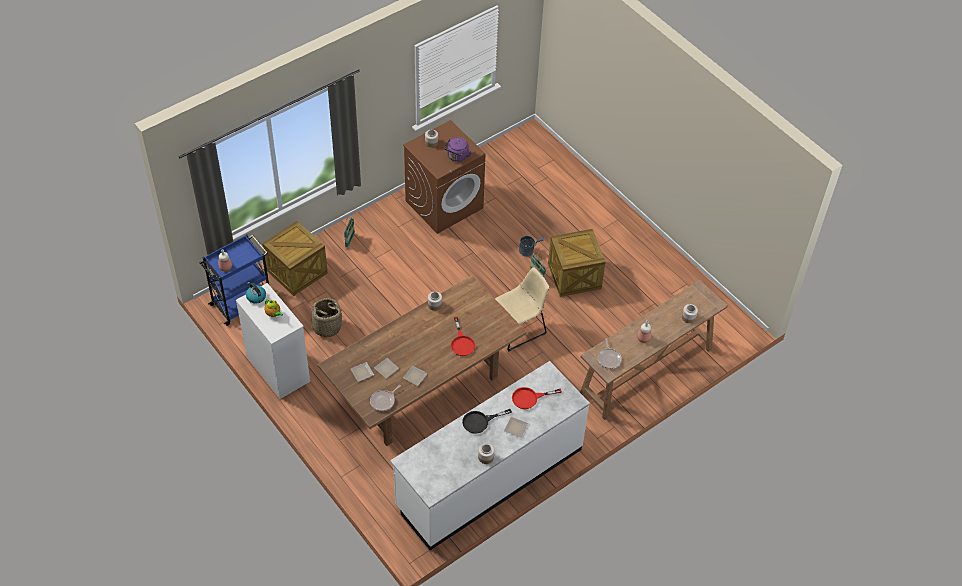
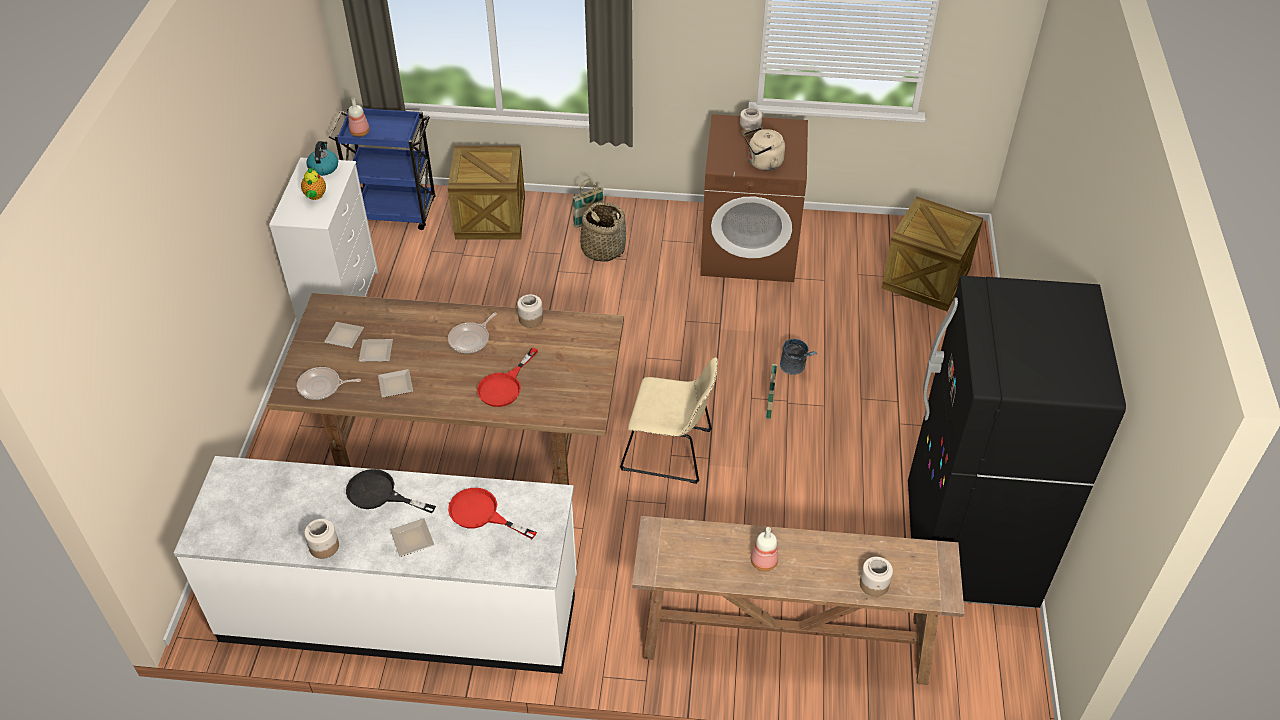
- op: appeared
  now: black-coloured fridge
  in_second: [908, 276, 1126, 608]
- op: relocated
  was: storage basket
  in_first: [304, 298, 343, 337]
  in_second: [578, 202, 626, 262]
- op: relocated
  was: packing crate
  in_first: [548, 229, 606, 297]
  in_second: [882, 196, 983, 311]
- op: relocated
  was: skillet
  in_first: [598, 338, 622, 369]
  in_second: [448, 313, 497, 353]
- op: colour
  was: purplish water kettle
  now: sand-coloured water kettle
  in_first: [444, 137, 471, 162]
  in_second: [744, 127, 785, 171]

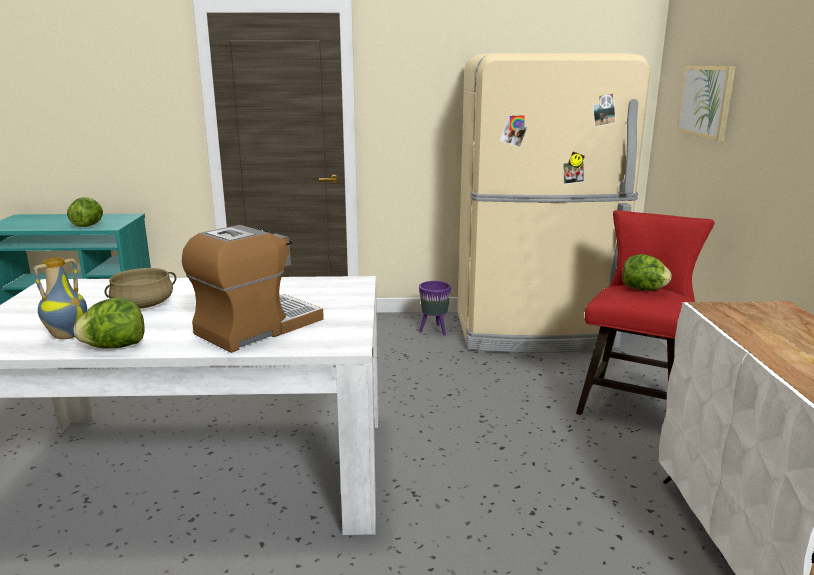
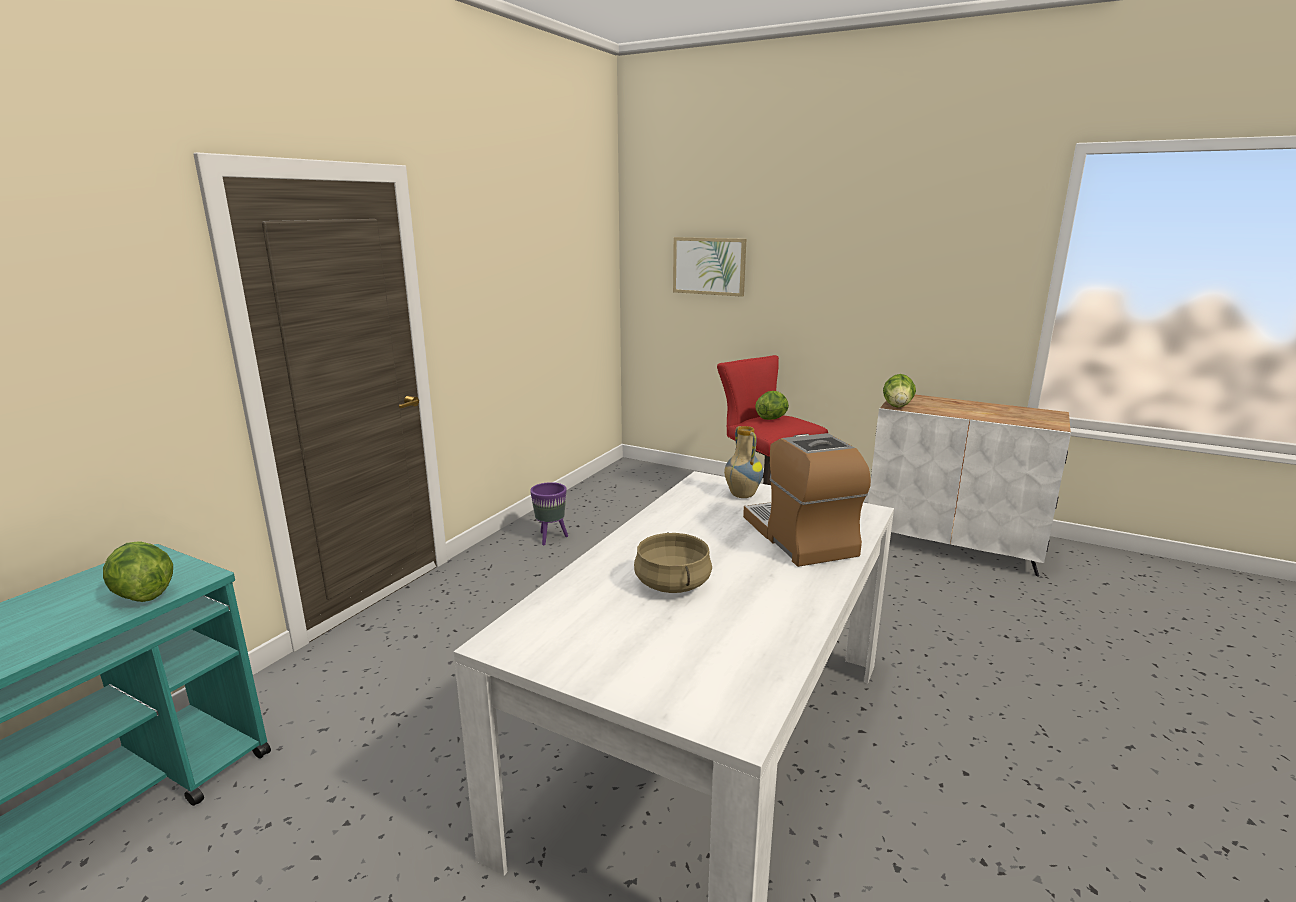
- op: missing
  was: sand-coloured fridge
  in_first: [458, 53, 650, 353]
- op: relocated
  was: decorative vase
  in_first: [33, 258, 87, 339]
  in_second: [724, 426, 763, 498]
- op: relocated
  was: head of lettuce
  in_first: [74, 298, 144, 348]
  in_second: [883, 374, 916, 408]

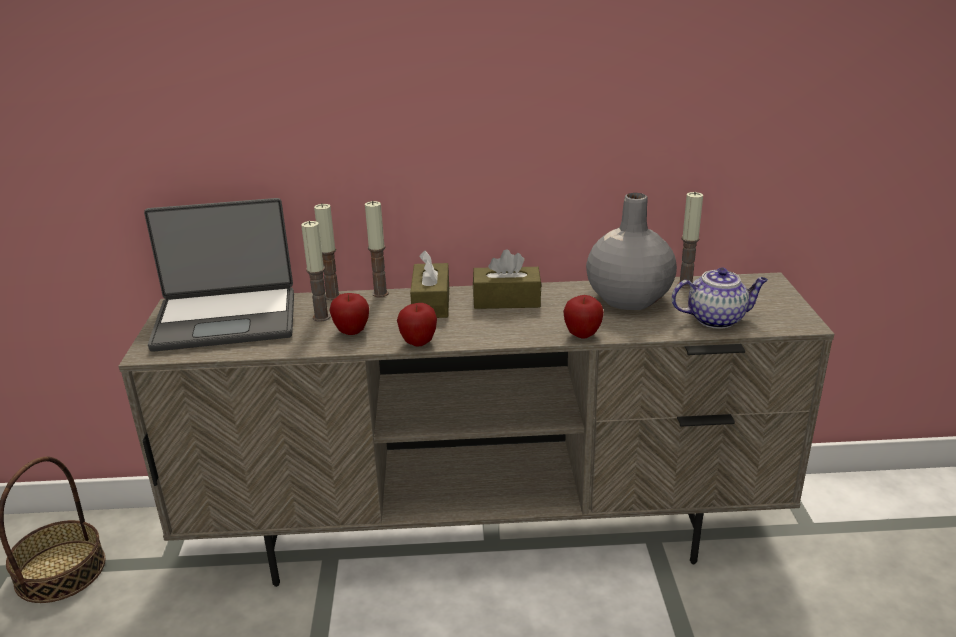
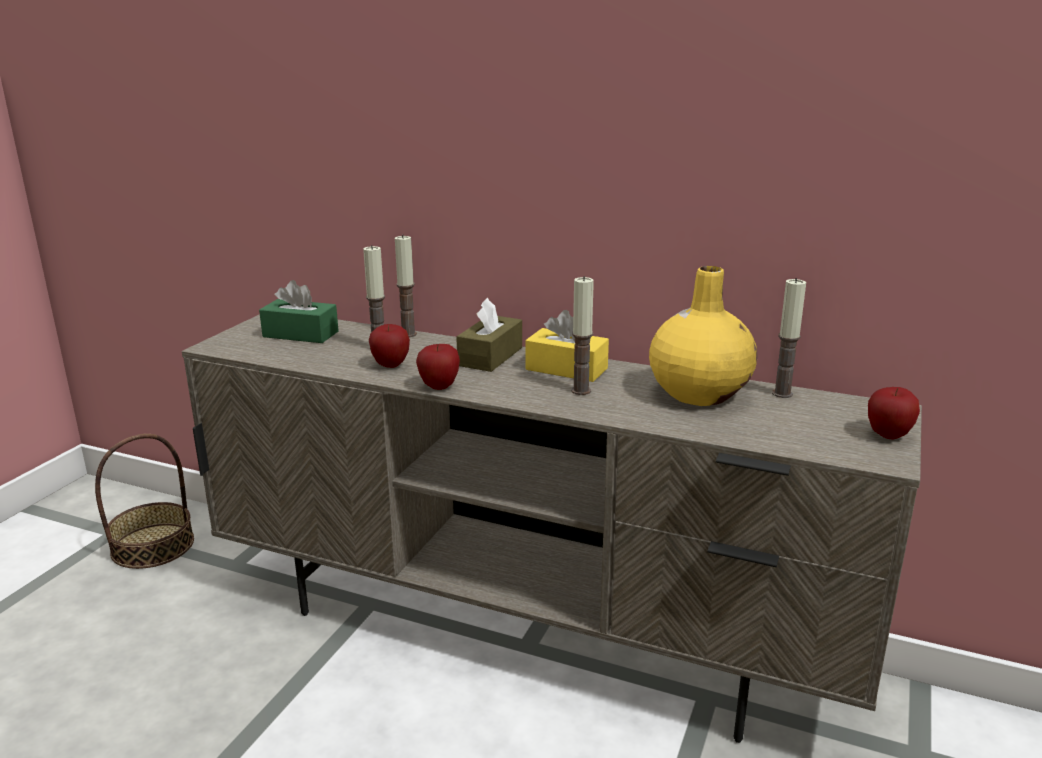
- op: missing
  was: teapot
  in_first: [671, 267, 768, 329]
- op: relocated
  was: wax light
  in_first: [365, 201, 389, 297]
  in_second: [571, 276, 594, 395]
- op: relocated
  was: apple fruit
  in_first: [563, 295, 604, 339]
  in_second: [868, 387, 920, 439]
- op: exchanged
  was: notebook computer
  now: green-coloured tissue holder
  in_first: [144, 198, 294, 352]
  in_second: [259, 280, 339, 343]
- op: colour
  was: brownish tissue holder
  now: yellowish tissue holder
  in_first: [473, 249, 542, 309]
  in_second: [526, 310, 609, 382]
- op: colour
  was: grey decorative vase
  now: yellowish decorative vase
  in_first: [586, 193, 677, 310]
  in_second: [649, 266, 758, 406]

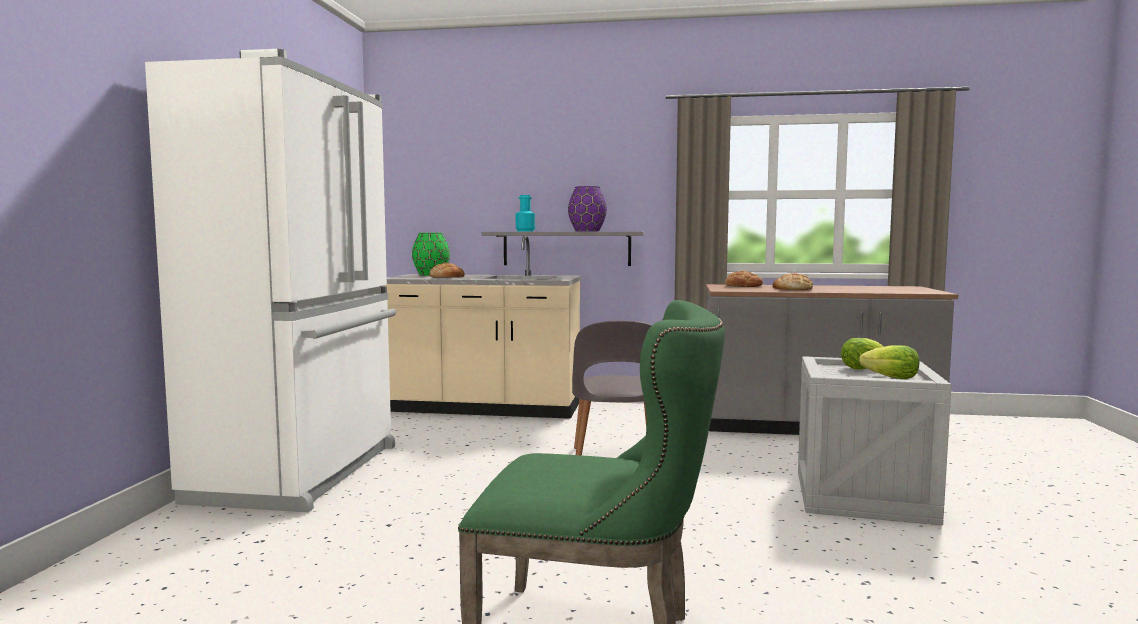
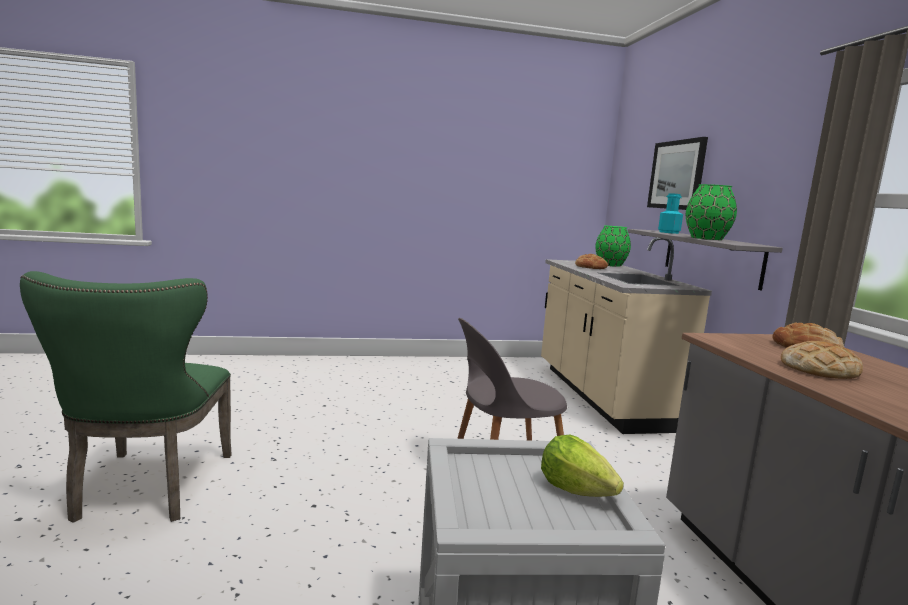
- op: missing
  was: white fridge
  in_first: [145, 49, 396, 512]
- op: missing
  was: head of lettuce
  in_first: [859, 345, 919, 379]
- op: appeared
  now: picture
  in_second: [647, 137, 708, 210]
- op: colour
  was: purplish decorative vase
  now: green-coloured decorative vase
  in_first: [568, 186, 607, 231]
  in_second: [686, 184, 737, 240]

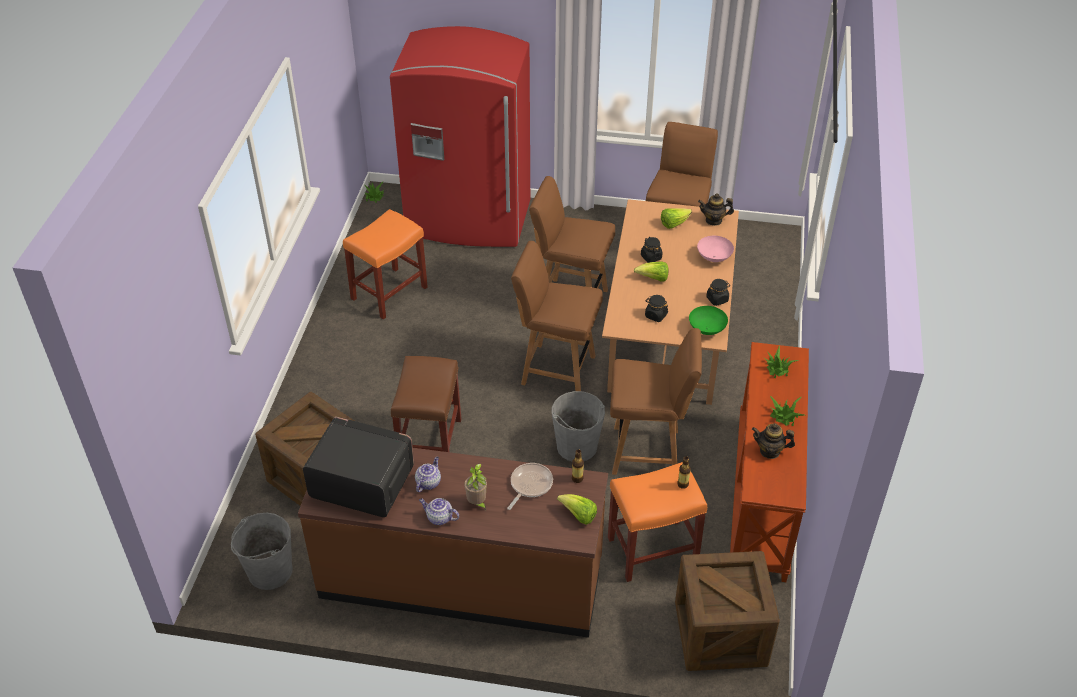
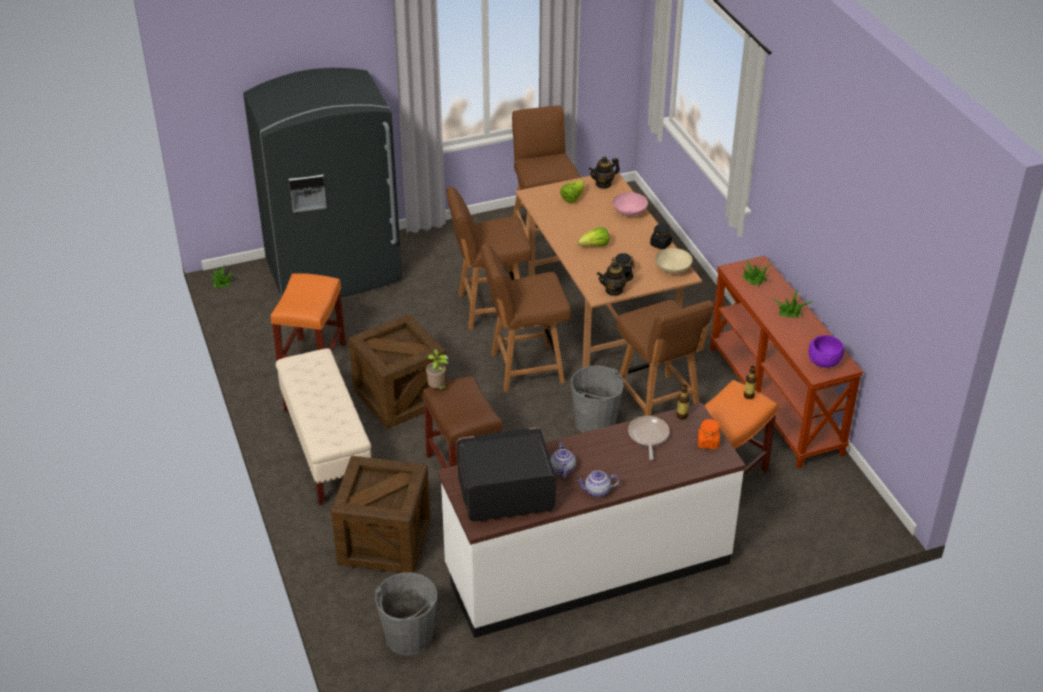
- op: missing
  was: black-coloured jar
  in_first: [641, 237, 663, 263]
- op: appeared
  now: sand-coloured long seat
  in_second: [276, 348, 371, 505]
- op: appeared
  now: purplish deep dish
  in_second: [808, 335, 844, 368]
- op: relocated
  was: potted plant
  in_first: [464, 464, 487, 511]
  in_second: [426, 349, 448, 390]
- op: relocated
  was: packing crate
  in_first: [675, 551, 780, 671]
  in_second: [349, 314, 447, 429]
- op: relocated
  was: teapot
  in_first: [752, 423, 795, 459]
  in_second: [597, 262, 633, 296]
- op: exchanged
  was: head of lettuce
  now: orangey jar
  in_first: [557, 494, 597, 525]
  in_second: [698, 418, 720, 449]
- op: colour
  was: brownish kitchen base unit
  now: white kitchen base unit
  in_first: [298, 448, 608, 638]
  in_second: [438, 402, 746, 638]
- op: colour
  was: red-coloured fridge
  now: grey fridge
  in_first: [390, 26, 530, 247]
  in_second: [243, 68, 402, 297]
- op: colour
  was: green-coloured deep dish
  now: sand-coloured deep dish
  in_first: [689, 306, 728, 335]
  in_second: [655, 248, 693, 274]
- op: spun
  was: brownish upright chair
  in_first: [610, 328, 702, 475]
  in_second: [616, 300, 714, 416]
  clockwise: 90

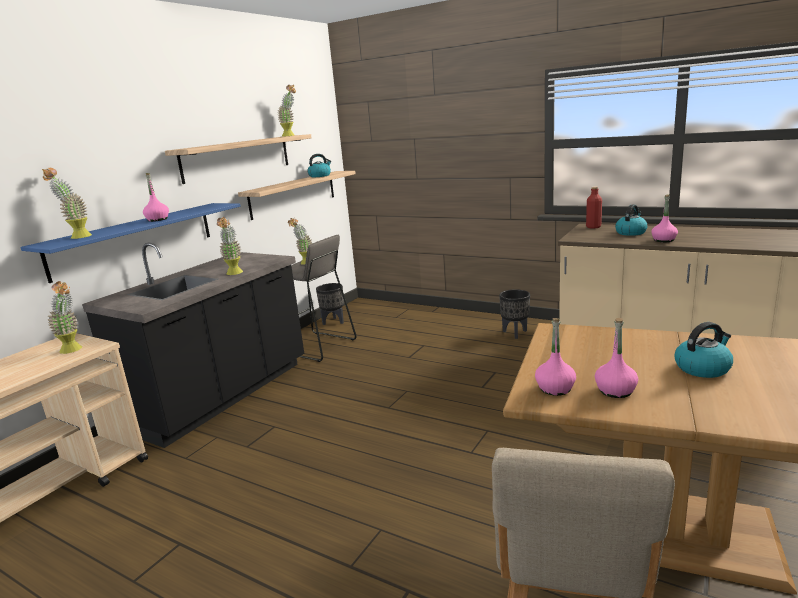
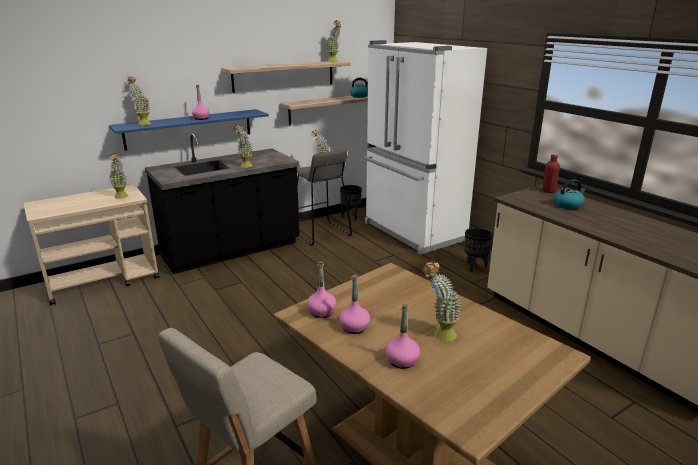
- op: appeared
  now: white fridge
  in_second: [364, 40, 487, 255]
- op: relocated
  was: pink-coloured beverage bottle
  in_first: [651, 194, 678, 242]
  in_second: [386, 304, 420, 369]
- op: exchanged
  was: water kettle
  now: potted plant
  in_first: [674, 322, 733, 378]
  in_second: [423, 260, 462, 341]

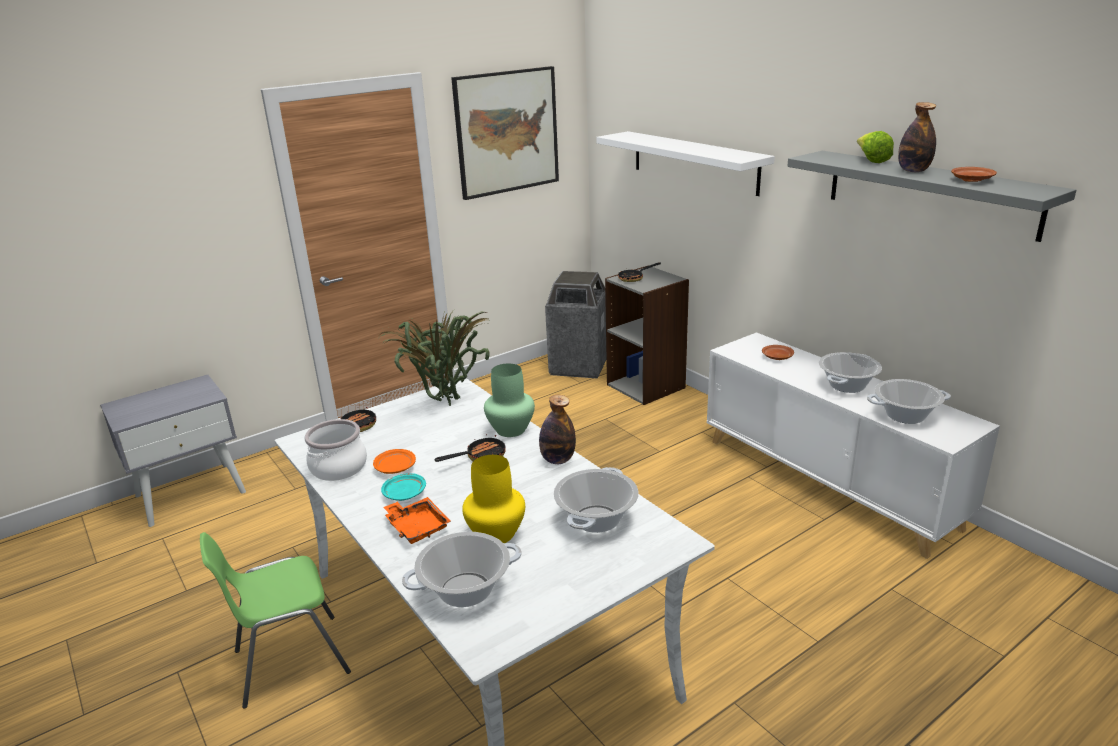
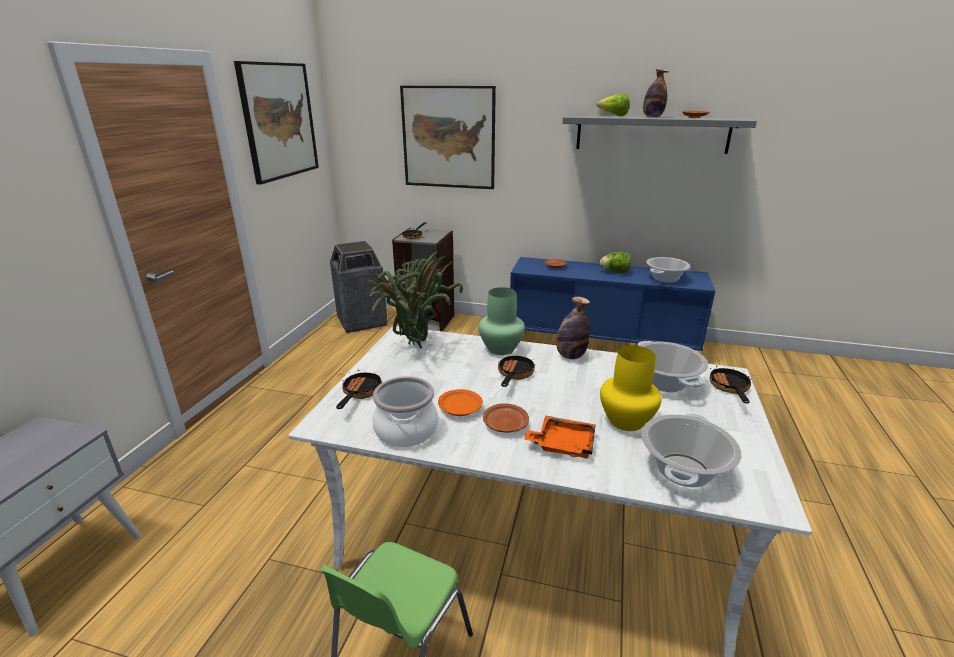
- op: appeared
  now: skillet
  in_second: [709, 365, 753, 403]
- op: exchanged
  was: white bracket shelf
  now: picture
  in_first: [596, 131, 775, 196]
  in_second: [400, 86, 496, 189]
- op: exchanged
  was: stockpot
  now: head of lettuce
  in_first: [819, 352, 882, 393]
  in_second: [599, 251, 631, 273]
- op: colour
  was: turquoise plate
  now: brownish plate
  in_first: [381, 473, 426, 501]
  in_second: [483, 403, 529, 433]
- op: colour
  was: white cabinet
  now: blue-coloured cabinet
  in_first: [707, 332, 1000, 559]
  in_second: [510, 257, 715, 351]

